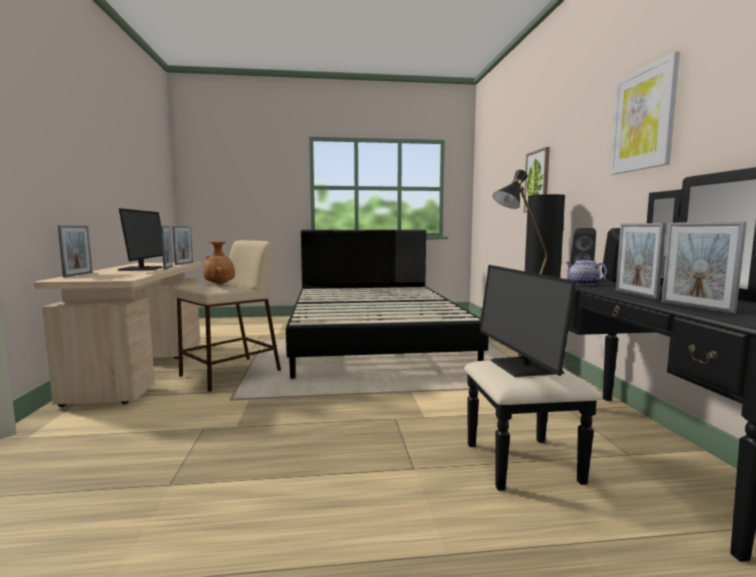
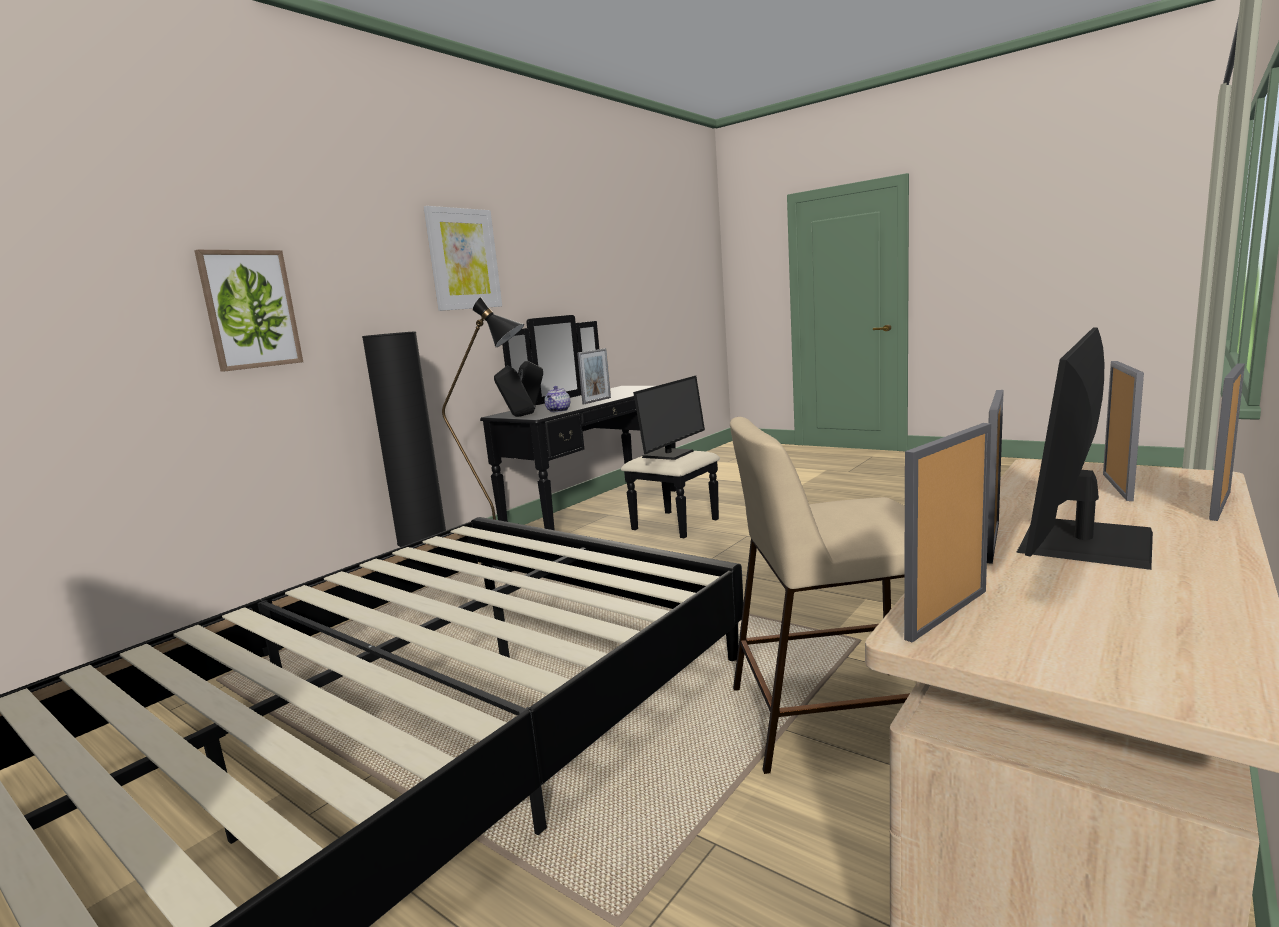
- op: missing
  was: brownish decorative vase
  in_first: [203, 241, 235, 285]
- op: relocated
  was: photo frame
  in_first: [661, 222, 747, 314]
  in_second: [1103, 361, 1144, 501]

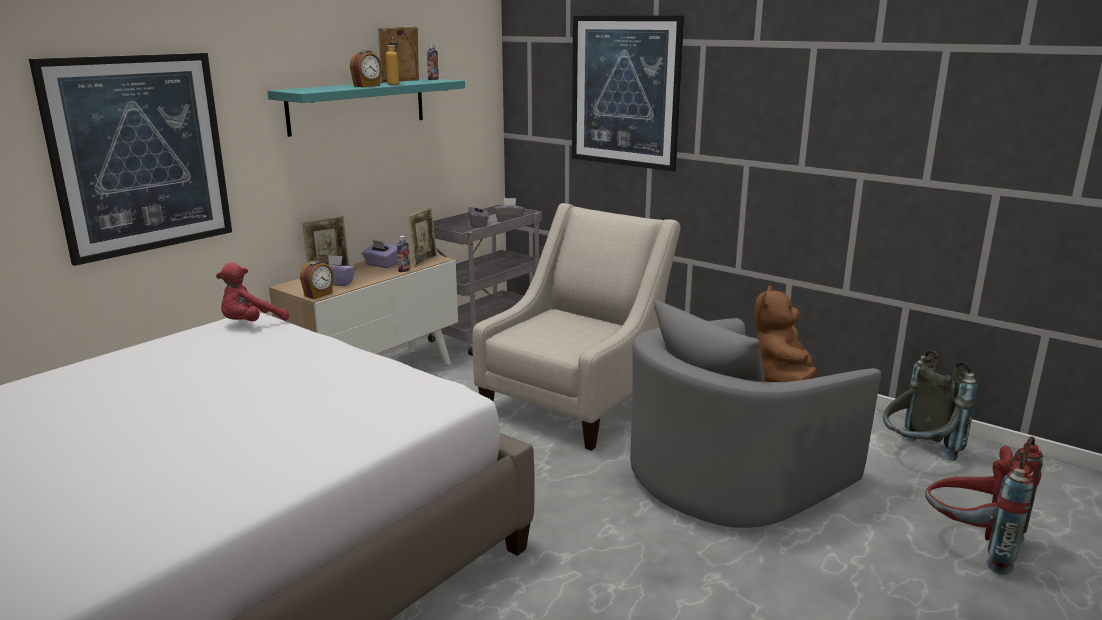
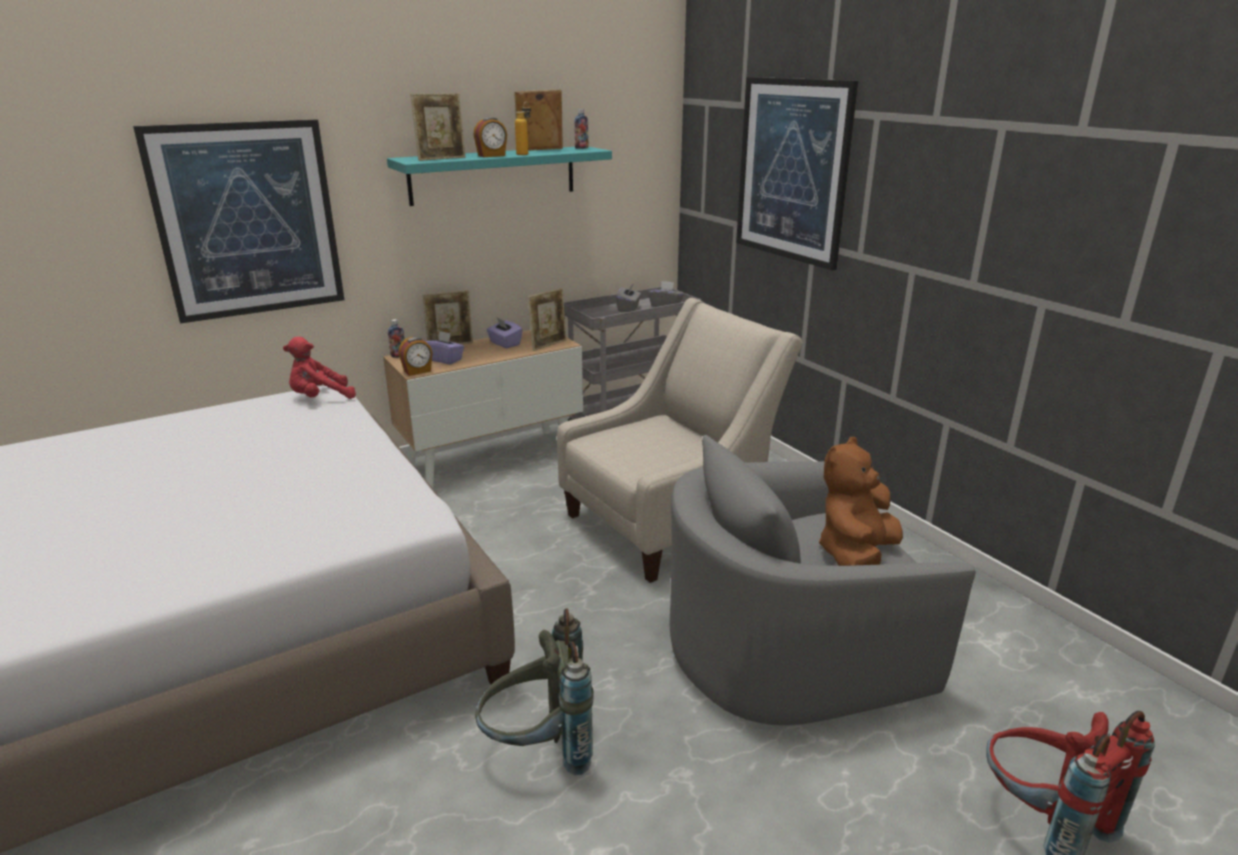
- op: appeared
  now: photo frame
  in_second: [410, 93, 466, 161]
- op: relocated
  was: beverage bottle
  in_first: [397, 236, 410, 272]
  in_second: [388, 319, 405, 358]
- op: relocated
  was: grey rucksack
  in_first: [883, 350, 978, 461]
  in_second: [475, 608, 594, 775]

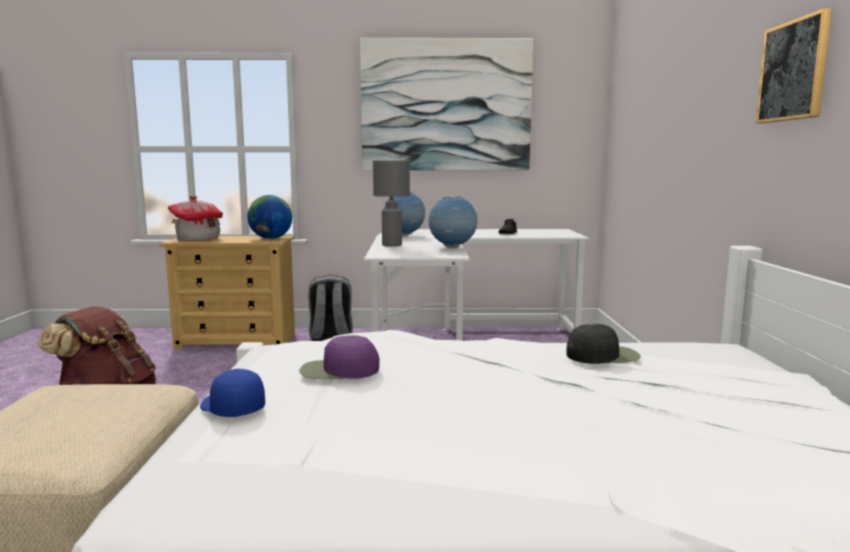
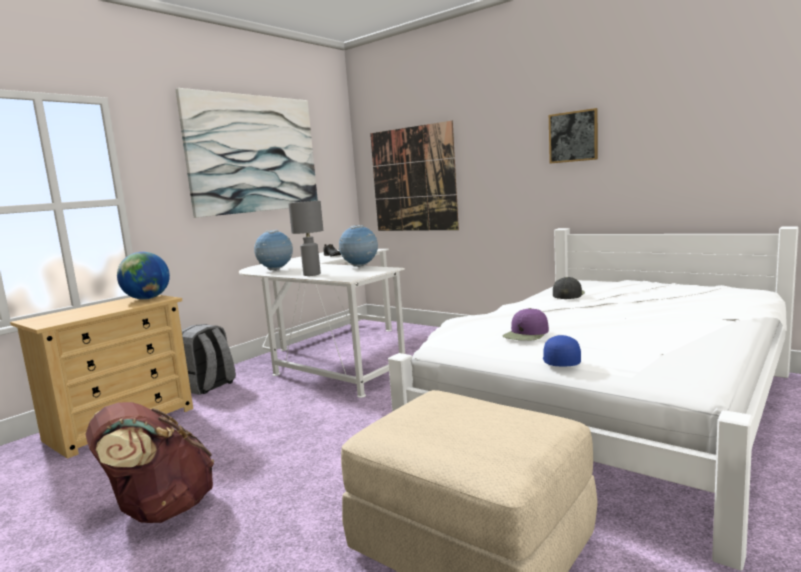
- op: missing
  was: miniature house
  in_first: [167, 196, 223, 241]
- op: appeared
  now: picture
  in_second: [370, 121, 459, 231]
- op: spun
  was: blue-coloured cap
  in_first: [200, 369, 265, 417]
  in_second: [543, 335, 581, 367]
  clockwise: 105

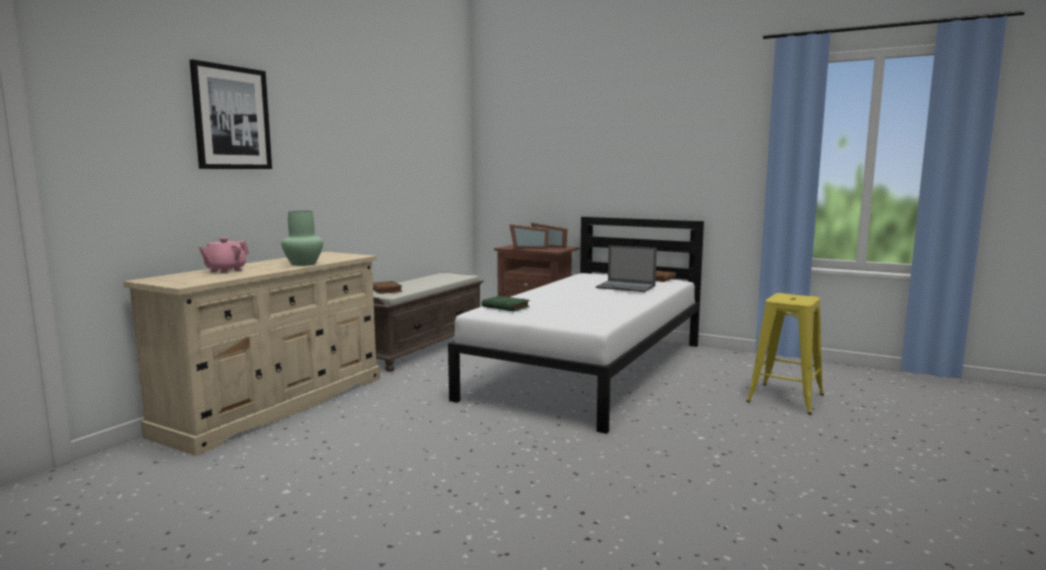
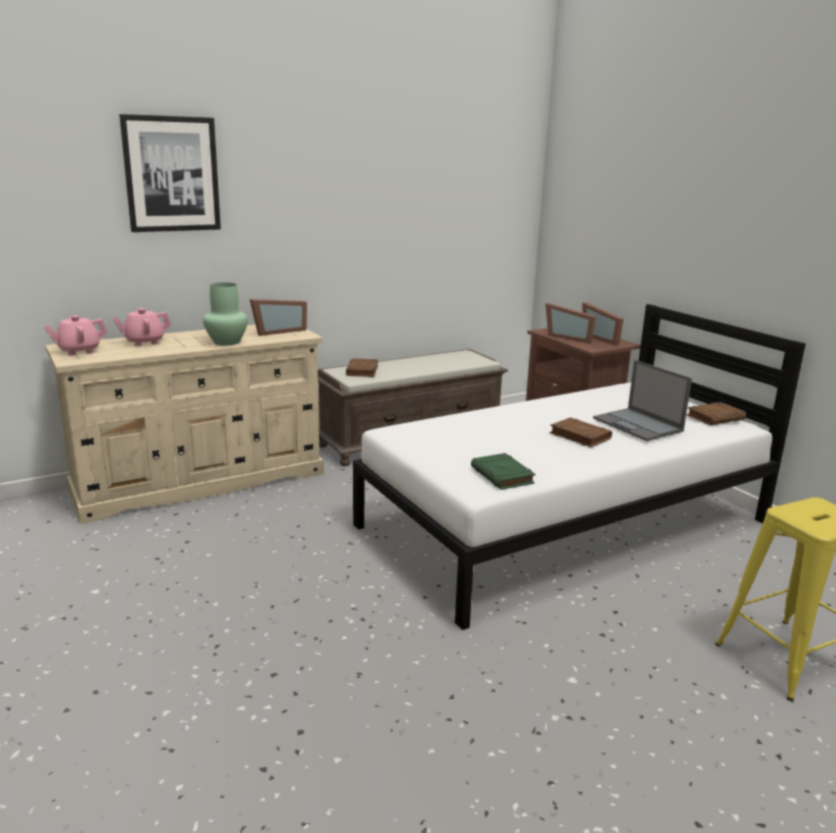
- op: appeared
  now: pink-coloured teapot
  in_second: [44, 315, 107, 355]
- op: appeared
  now: photo frame
  in_second: [250, 299, 307, 336]
- op: appeared
  now: brownish bound book
  in_second: [550, 417, 612, 447]
- op: relocated
  was: green-coloured bound book
  in_first: [482, 296, 530, 311]
  in_second: [471, 453, 535, 490]

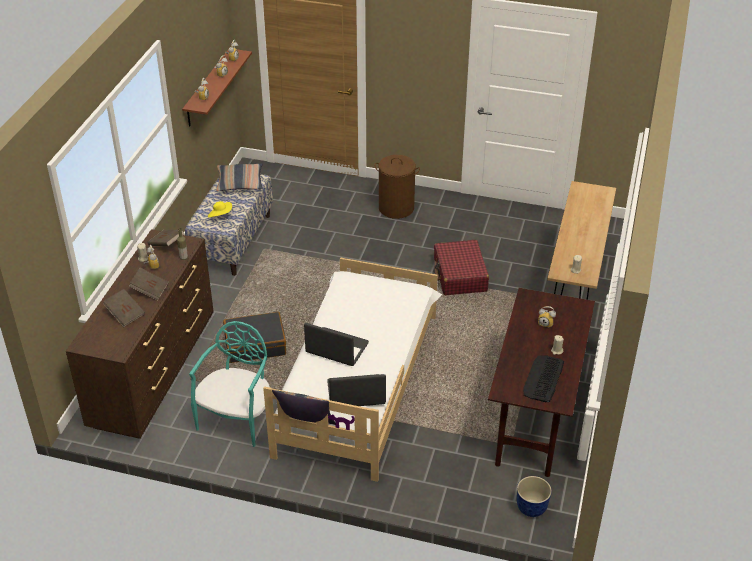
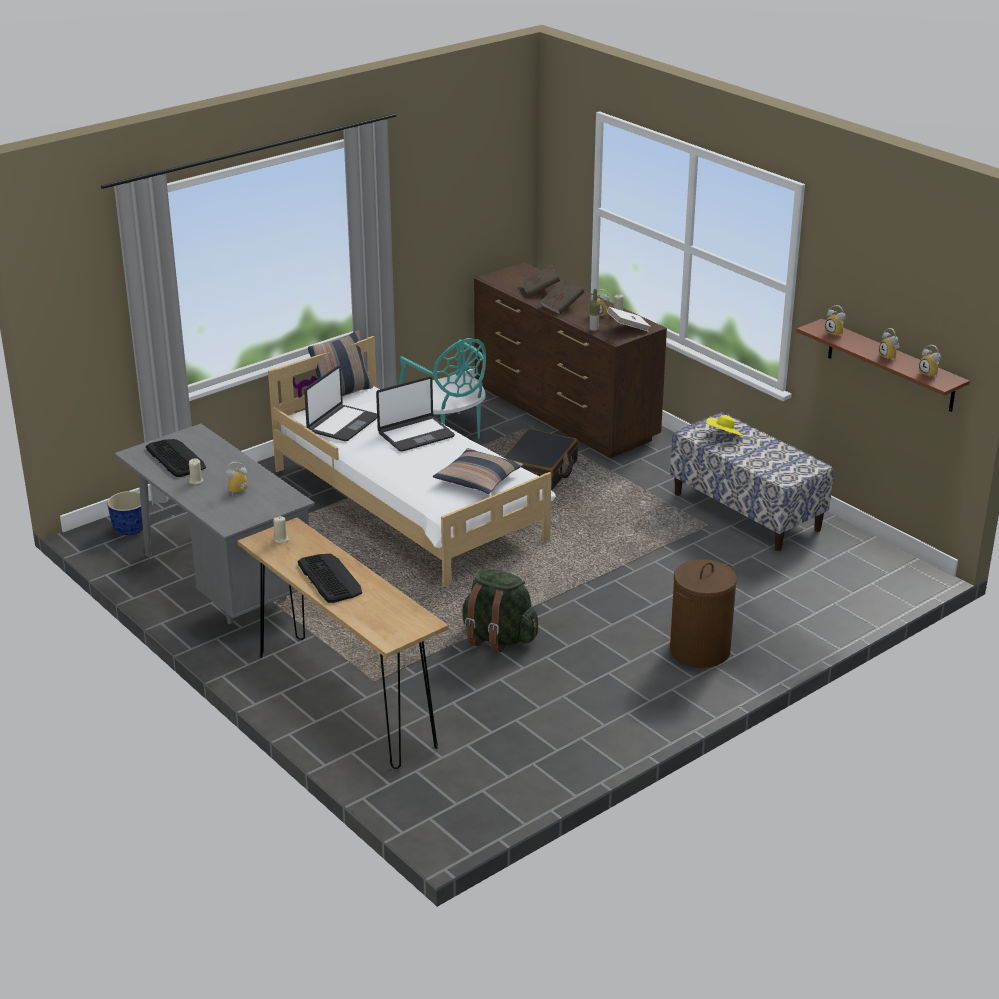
- op: appeared
  now: computer keyboard
  in_second: [297, 554, 362, 603]
- op: relocated
  was: cushion
  in_first: [216, 163, 263, 191]
  in_second: [433, 448, 523, 494]
- op: exchanged
  was: red-coloured travel case
  now: green-coloured rucksack
  in_first: [434, 240, 489, 295]
  in_second: [462, 569, 538, 652]
- op: colour
  was: brownish bound book
  now: white bound book
  in_first: [148, 230, 184, 246]
  in_second: [607, 307, 651, 332]
- op: colour
  was: brownish desk table
  now: grey desk table
  in_first: [488, 288, 595, 477]
  in_second: [114, 424, 315, 624]

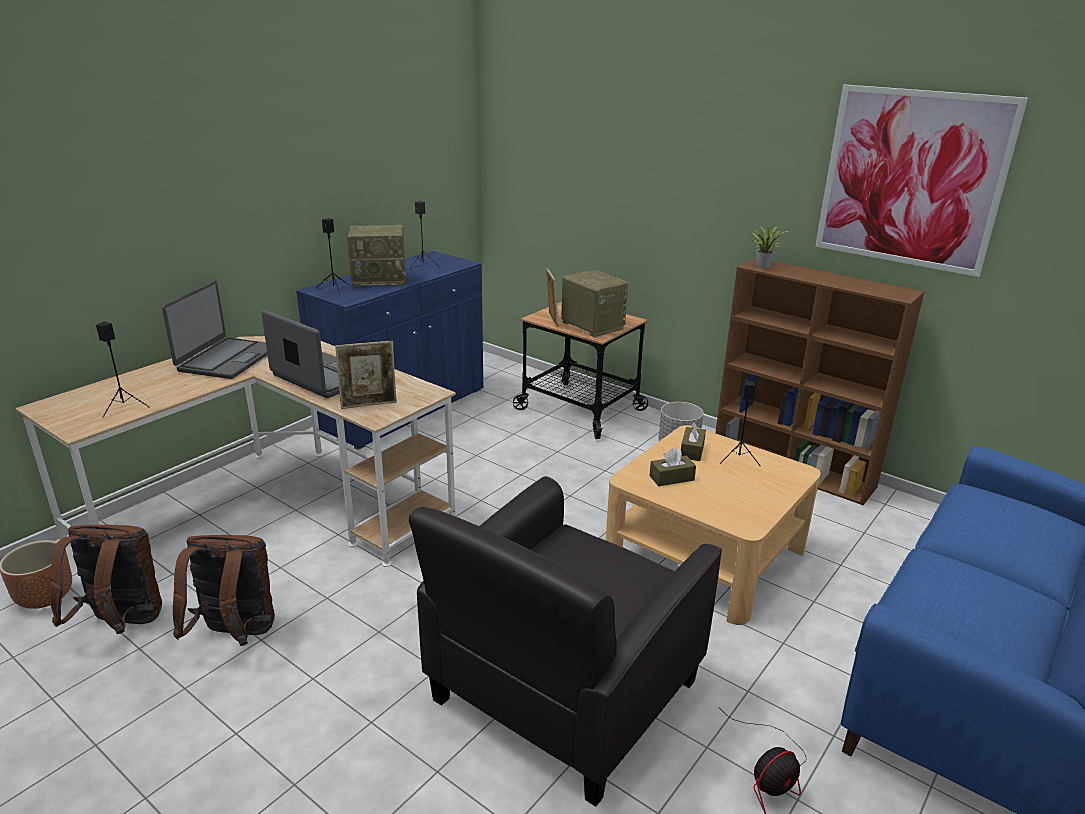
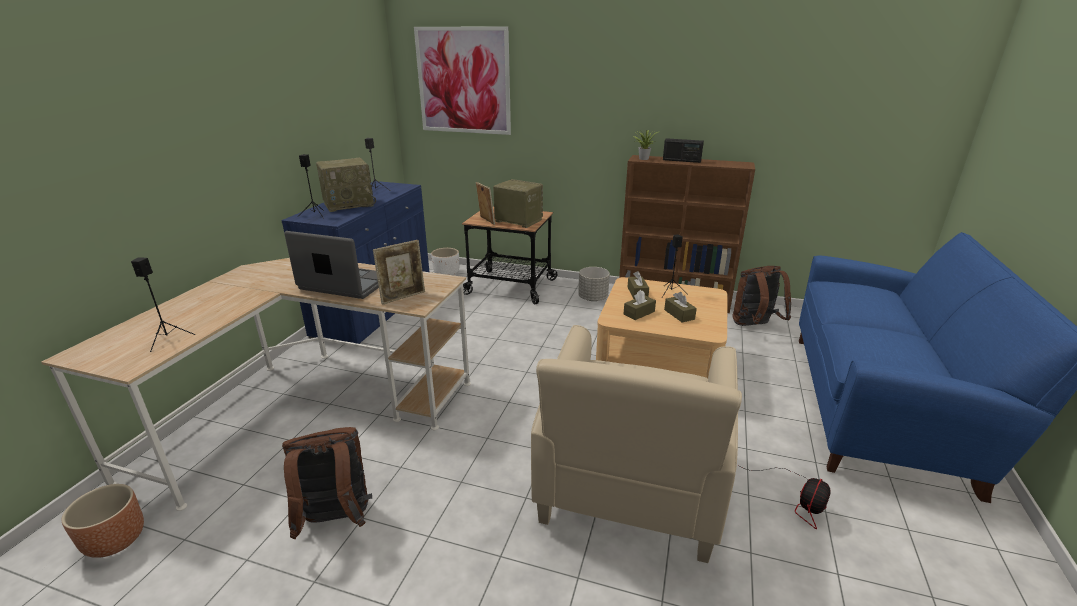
- op: missing
  was: notebook computer
  in_first: [162, 281, 267, 379]
- op: appeared
  now: white plant pot
  in_second: [431, 248, 459, 275]
- op: appeared
  now: radio
  in_second: [663, 138, 704, 163]
- op: appeared
  now: brownish tissue holder
  in_second: [664, 292, 697, 323]
- op: relocated
  was: brownish rucksack
  in_first: [50, 525, 162, 634]
  in_second: [732, 266, 791, 326]
- op: relocated
  was: picture
  in_first: [815, 85, 1028, 277]
  in_second: [414, 27, 511, 135]
- op: colour
  was: black-coloured easy chair
  now: sand-coloured easy chair
  in_first: [409, 476, 722, 807]
  in_second: [531, 325, 742, 563]

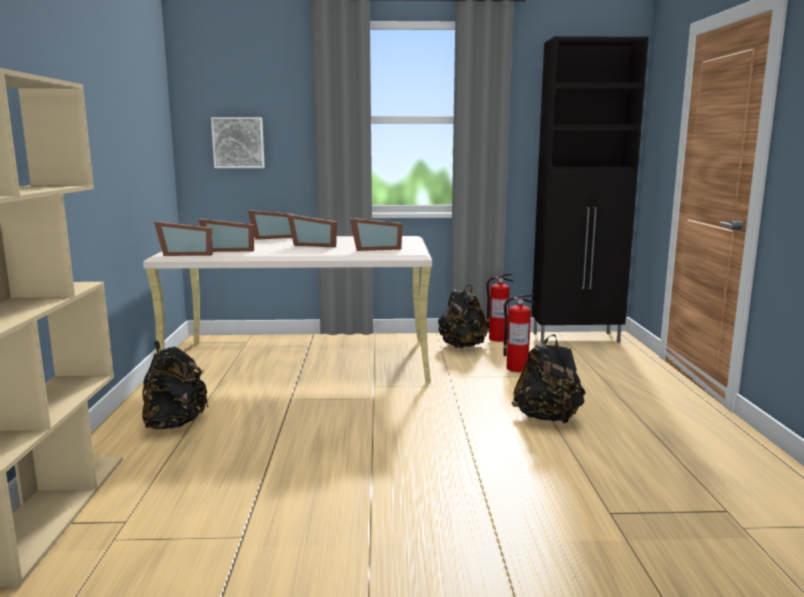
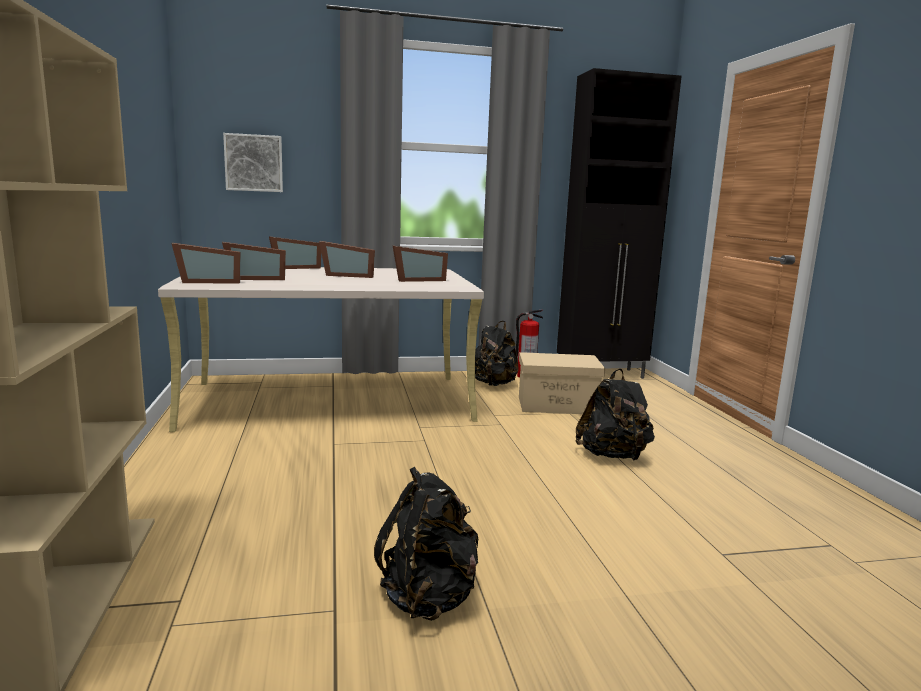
- op: relocated
  was: black-coloured rucksack
  in_first: [142, 341, 209, 429]
  in_second: [374, 467, 478, 621]
- op: exchanged
  was: extinguisher
  now: sand-coloured storage bin
  in_first: [504, 294, 535, 372]
  in_second: [519, 352, 605, 414]

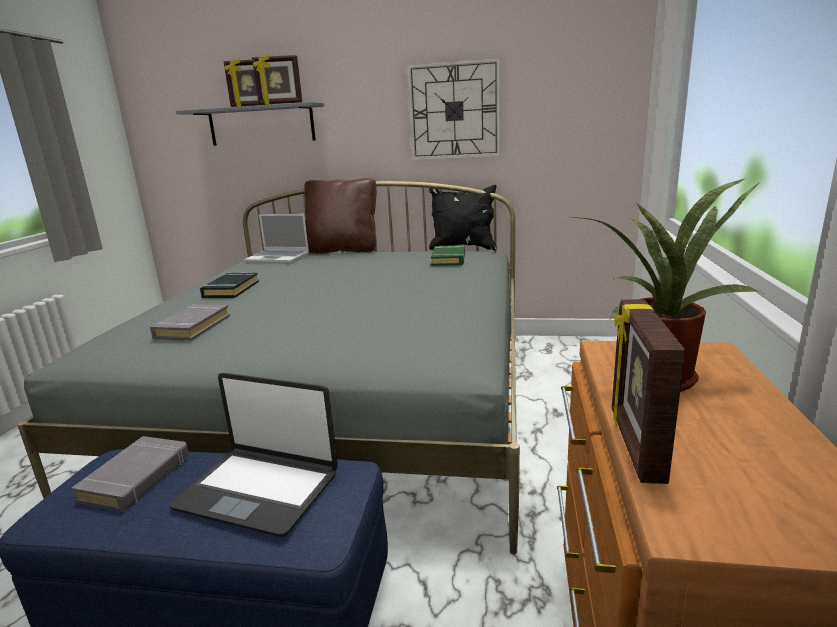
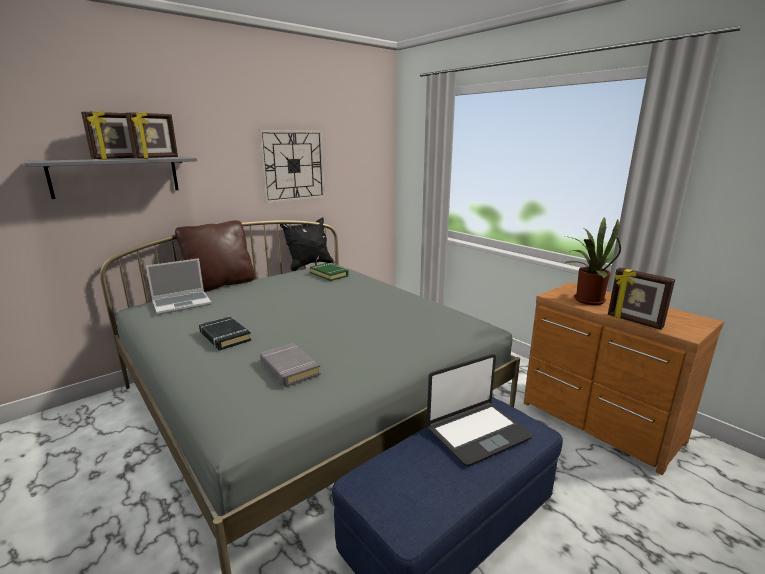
- op: missing
  was: grey bound book
  in_first: [71, 436, 189, 512]

